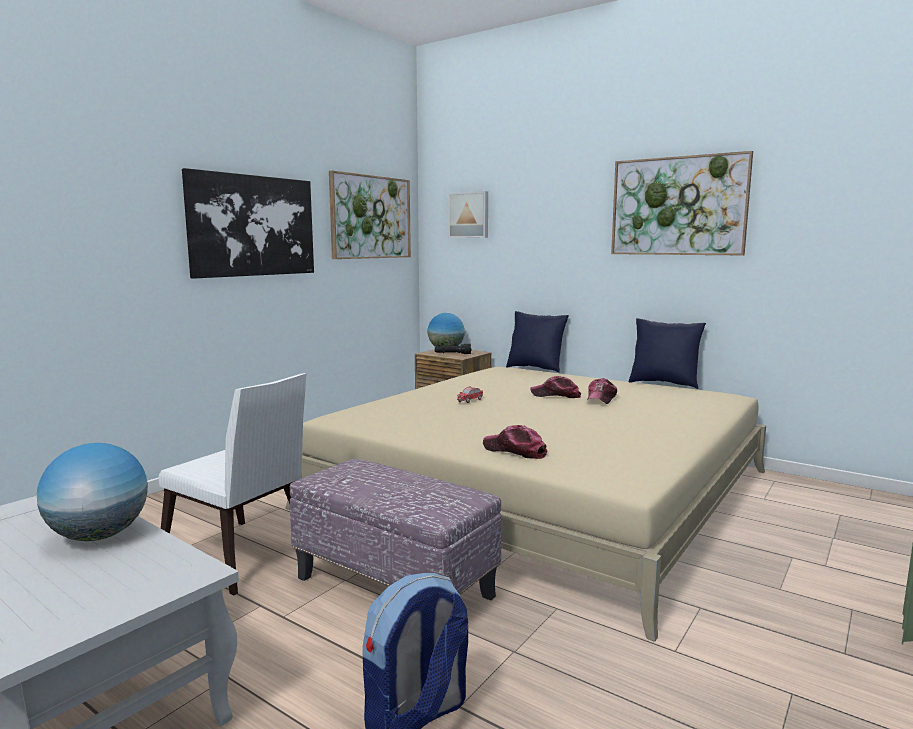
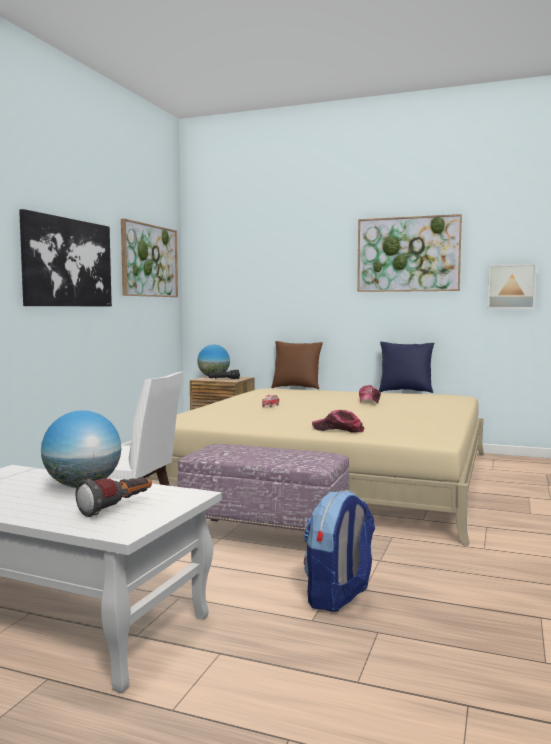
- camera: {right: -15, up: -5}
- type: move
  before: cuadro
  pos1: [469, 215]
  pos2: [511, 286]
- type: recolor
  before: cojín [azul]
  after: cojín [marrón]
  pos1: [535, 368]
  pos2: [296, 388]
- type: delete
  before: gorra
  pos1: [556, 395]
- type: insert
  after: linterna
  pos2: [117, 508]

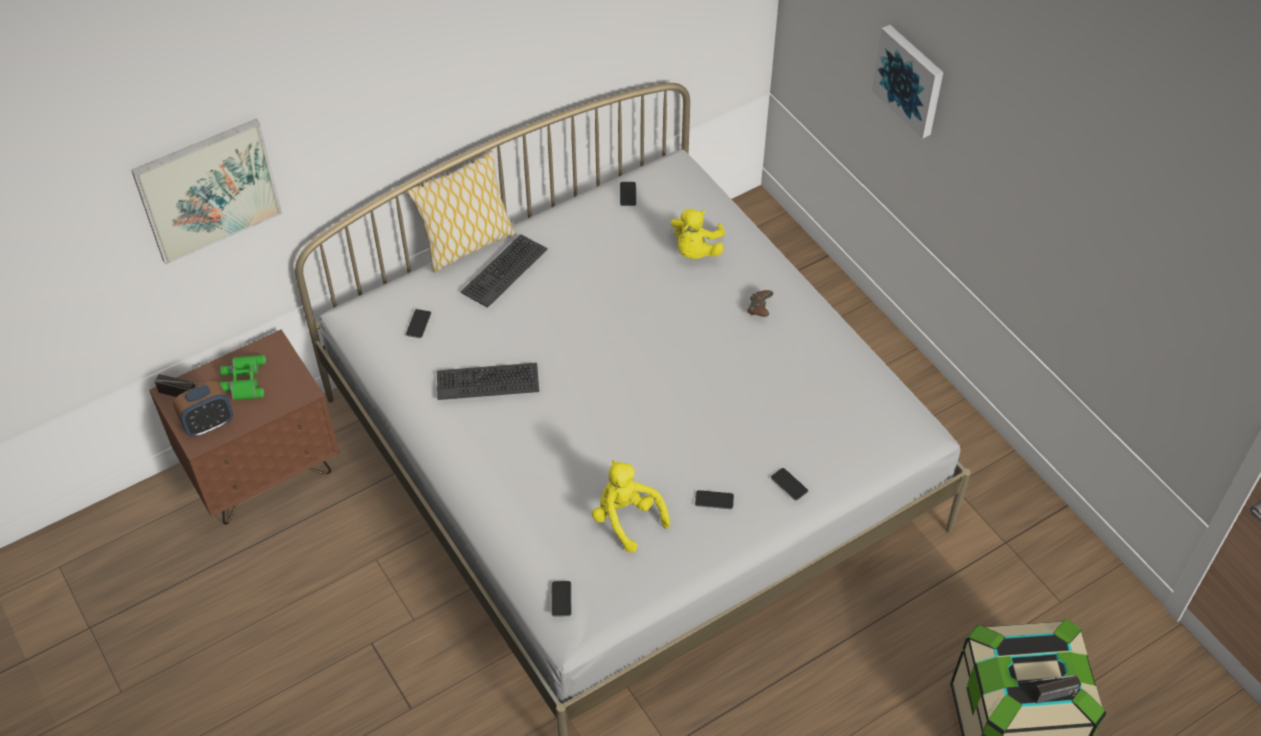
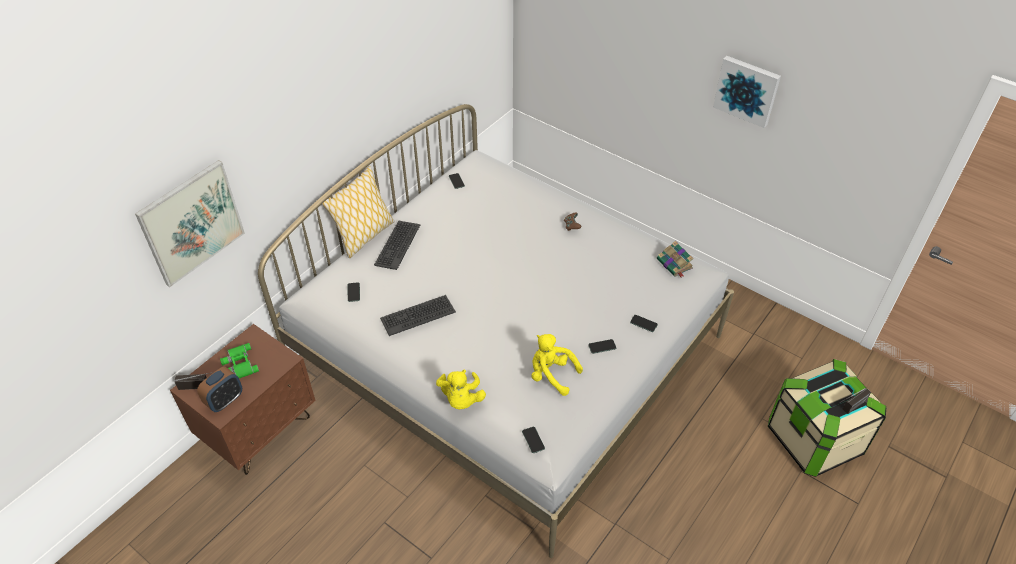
- camera: {right: -20, up: -5}
- type: move
  before: cuadro
  pos1: [910, 79]
  pos2: [747, 90]
- type: move
  before: peluche [amarillo]
  pos1: [695, 250]
  pos2: [461, 399]
- type: insert
  after: libro
  pos2: [675, 264]

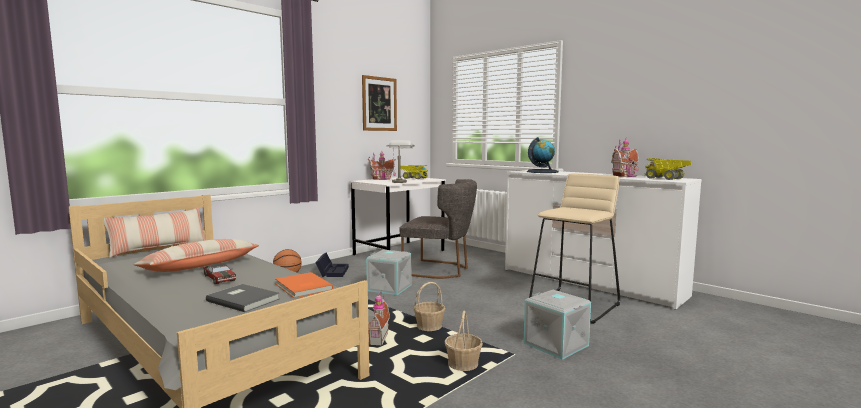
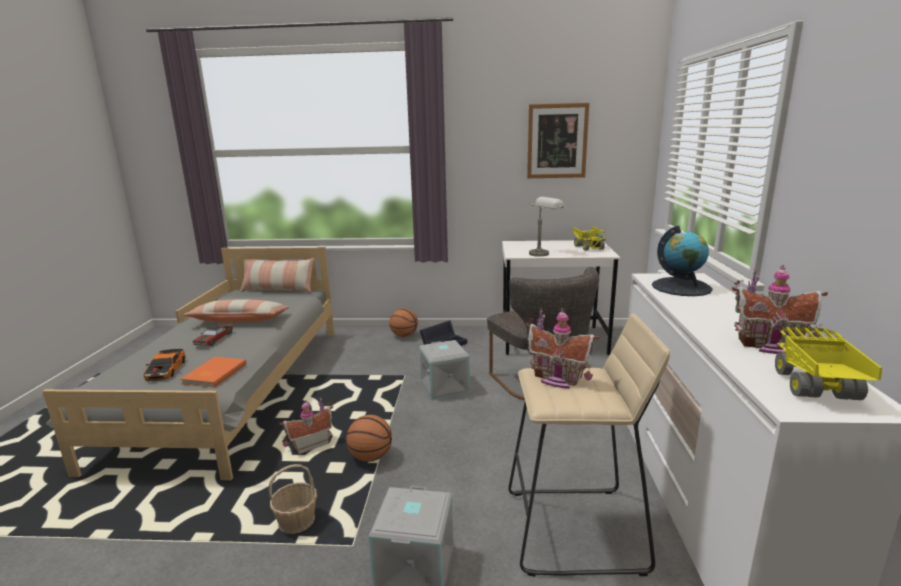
- camera: {right: 50, up: 10}
- type: move
  before: casita
  pos1: [382, 179]
  pos2: [557, 379]
- type: replace
  before: cesta
  after: balón de baloncesto
  pos1: [429, 327]
  pos2: [370, 457]
- type: replace
  before: libro [gris]
  after: coche de juguete
  pos1: [244, 299]
  pos2: [166, 370]

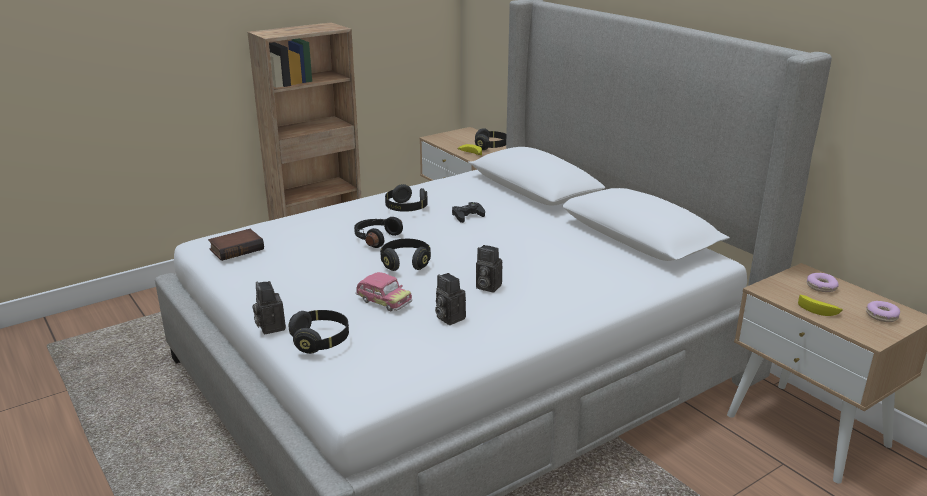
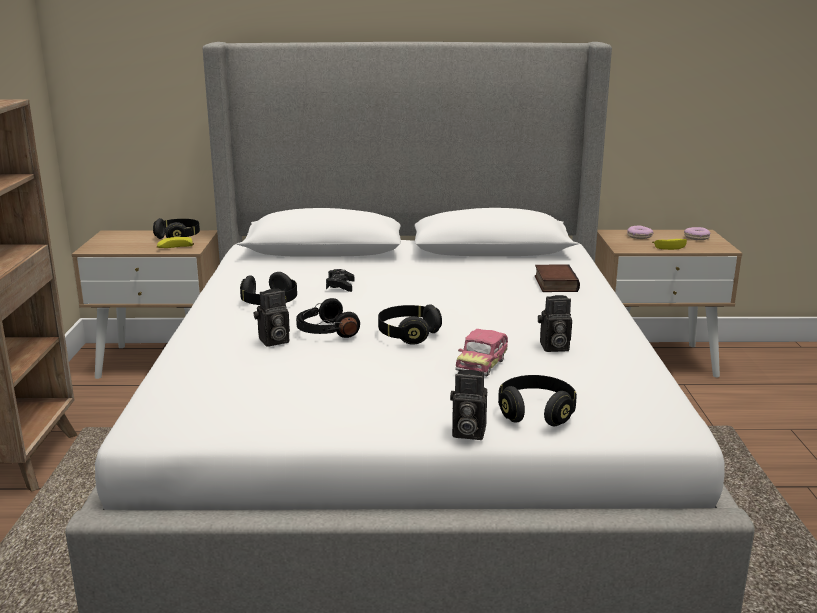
- camera: {right: -55, up: -5}
- type: move
  before: libro
  pos1: [237, 248]
  pos2: [554, 283]
- type: move
  before: cámara
  pos1: [486, 286]
  pos2: [273, 341]
- type: rotate
  before: coche de juguete
  pos1: [383, 302]
  pos2: [482, 365]
  turn: 135

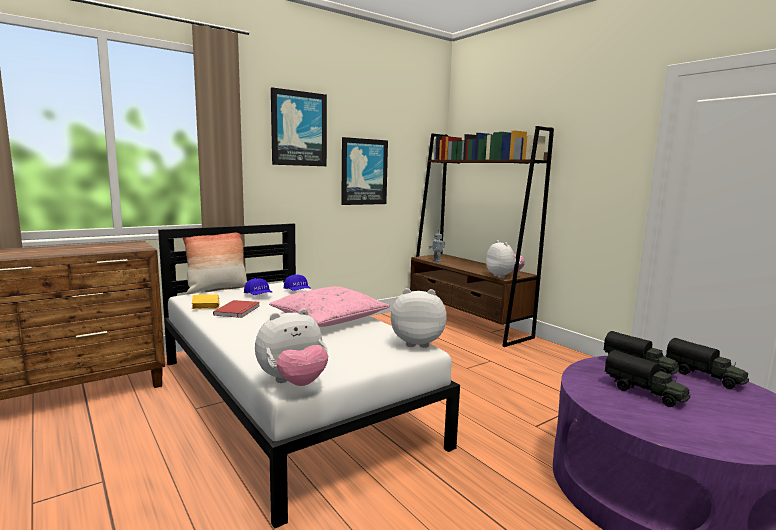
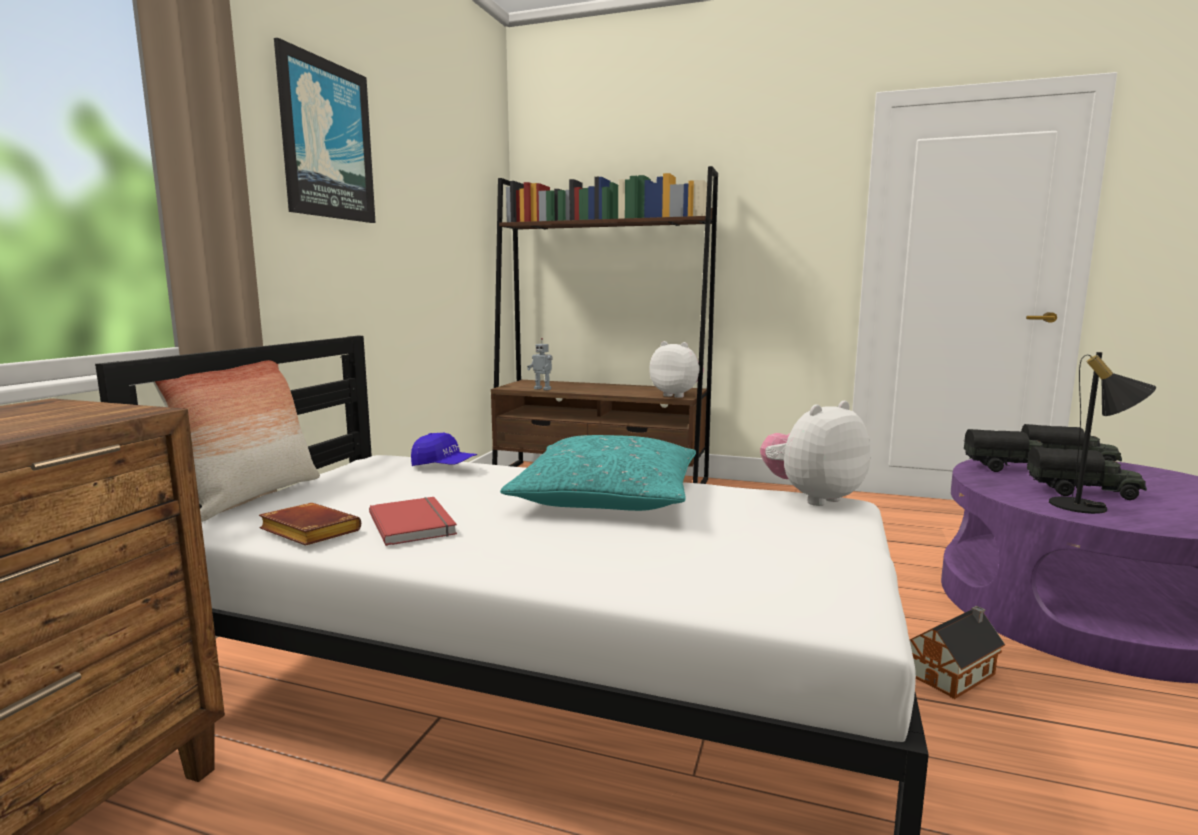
- camera: {right: -35, up: 0}
- type: delete
  before: cuadro
  pos1: [364, 172]
- type: delete
  before: gorra [azul]
  pos1: [258, 295]
- type: recolor
  before: cojín [rosa]
  after: cojín [turquesa]
  pos1: [329, 318]
  pos2: [607, 496]
- type: recolor
  before: libro [amarillo]
  after: libro [marrón]
  pos1: [204, 305]
  pos2: [306, 532]
- type: delete
  before: peluche
  pos1: [293, 383]
- type: insert
  after: lámpara de mesa [negro]
  pos2: [1089, 508]
- type: insert
  after: casita
  pos2: [953, 673]

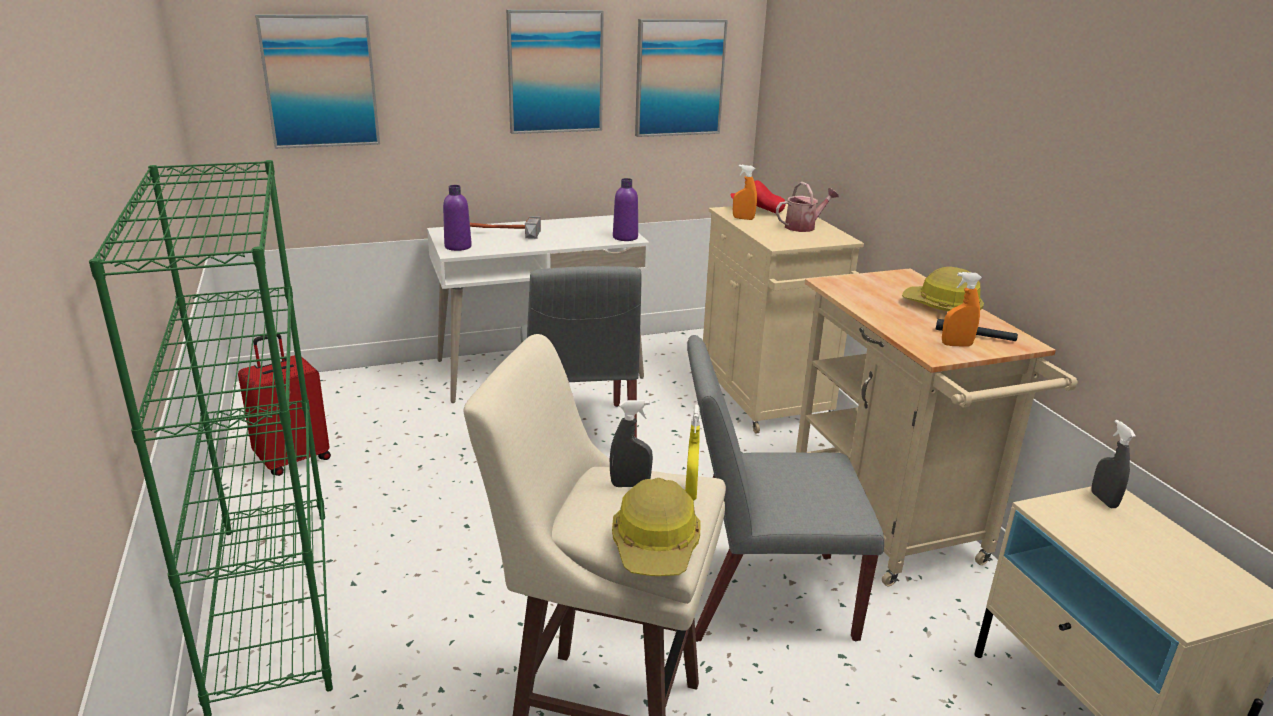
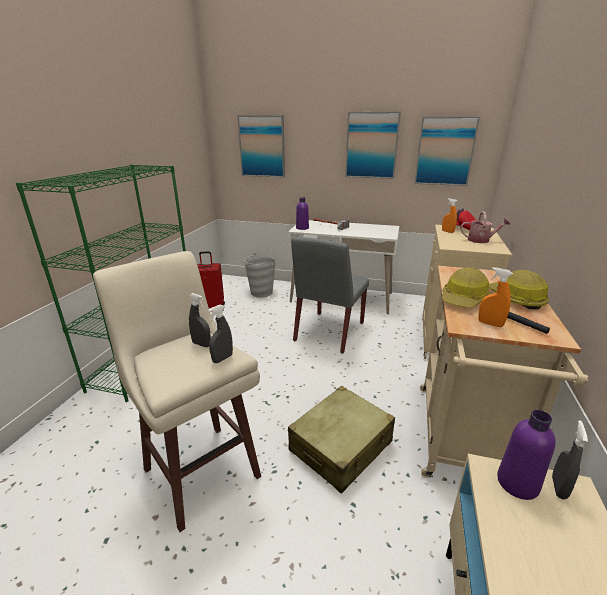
- camera: {right: 35, up: 0}
- type: move
  before: botella [morado]
  pos1: [625, 237]
  pos2: [517, 483]
- type: replace
  before: silla [gris]
  after: maleta [beis]
  pos1: [762, 596]
  pos2: [341, 446]
- type: recolor
  before: pulverizador [amarillo]
  after: pulverizador [gris]
  pos1: [690, 492]
  pos2: [222, 359]
- type: move
  before: casco
  pos1: [656, 546]
  pos2: [464, 299]
- type: insert
  after: cubo [gris]
  pos2: [261, 293]

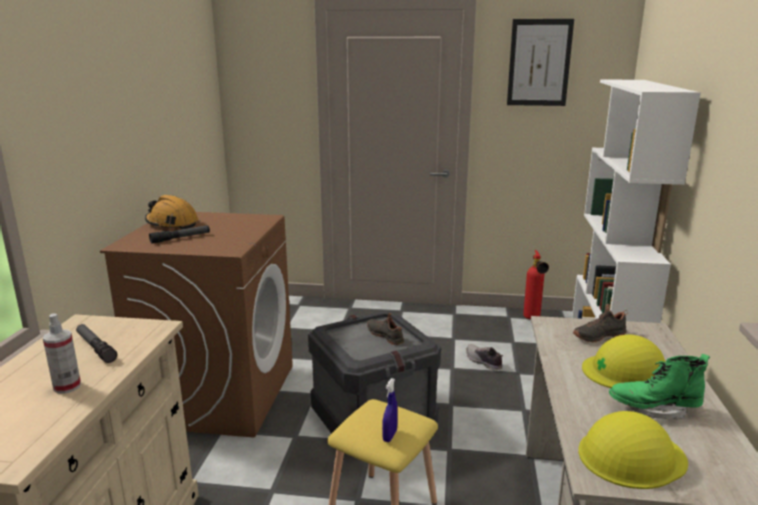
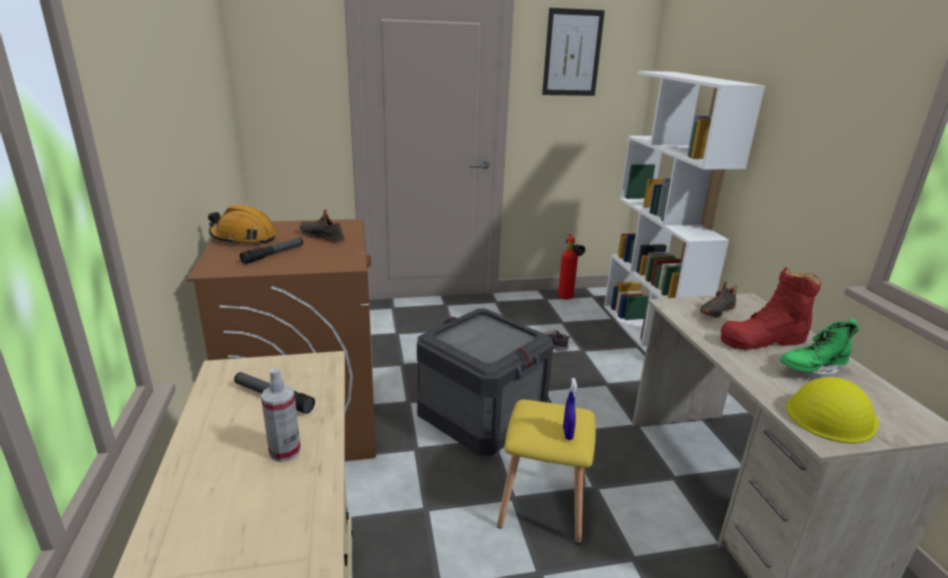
- camera: {right: -20, up: 5}
- type: move
  before: zapato [negro]
  pos1: [386, 335]
  pos2: [323, 236]
- type: replace
  before: casco [amarillo]
  after: bota [rojo]
  pos1: [625, 371]
  pos2: [763, 340]

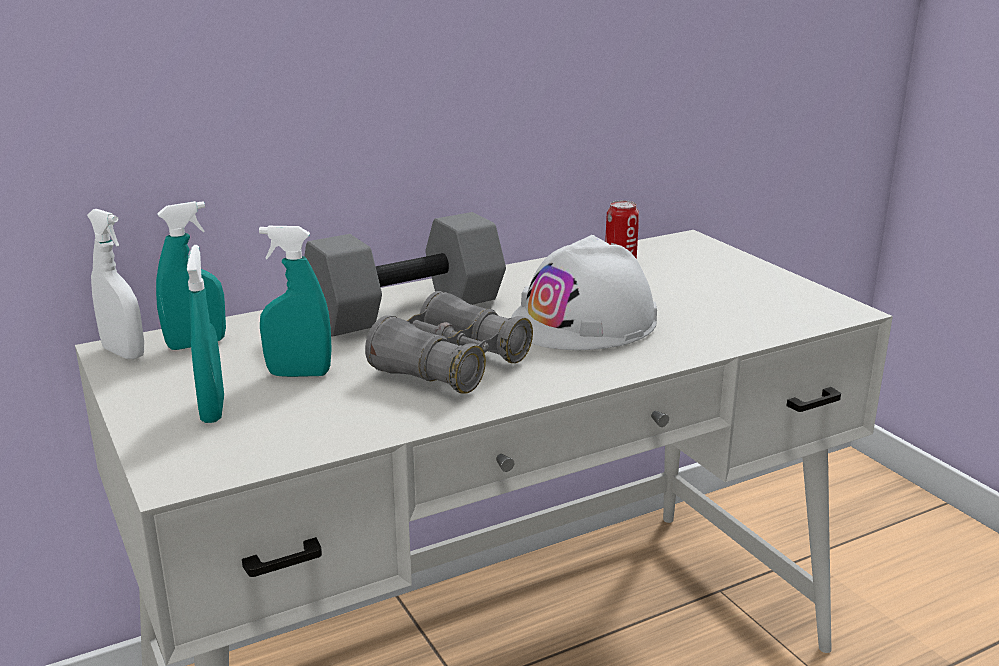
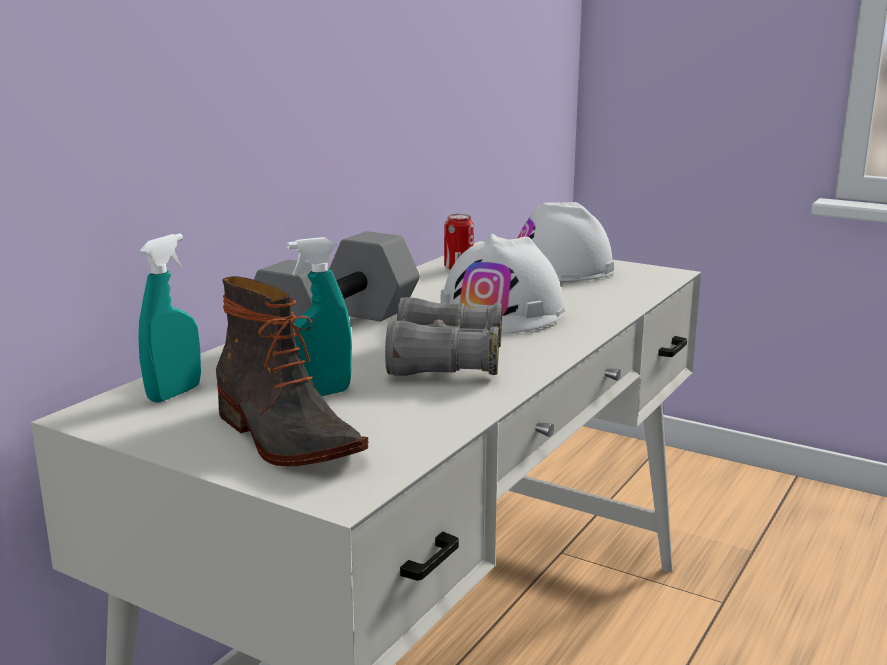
- camera: {right: -30, up: -5}
- type: delete
  before: pulverizador [blanco]
  pos1: [124, 353]
- type: replace
  before: pulverizador [turquesa]
  after: bota
  pos1: [212, 410]
  pos2: [283, 437]
- type: insert
  after: casco [blanco]
  pos2: [557, 268]

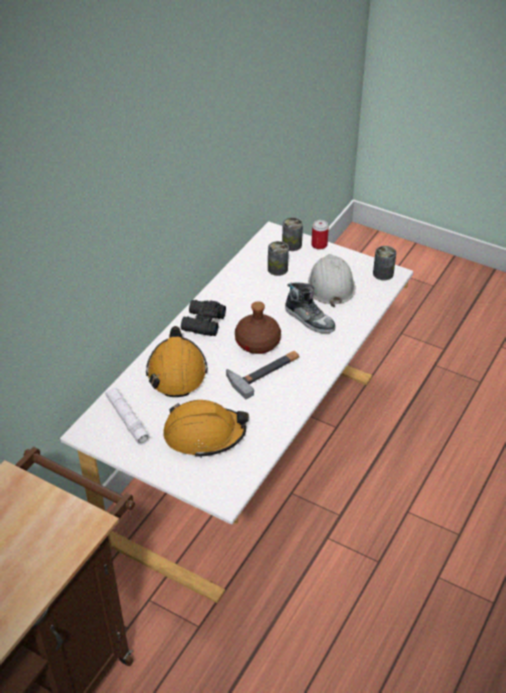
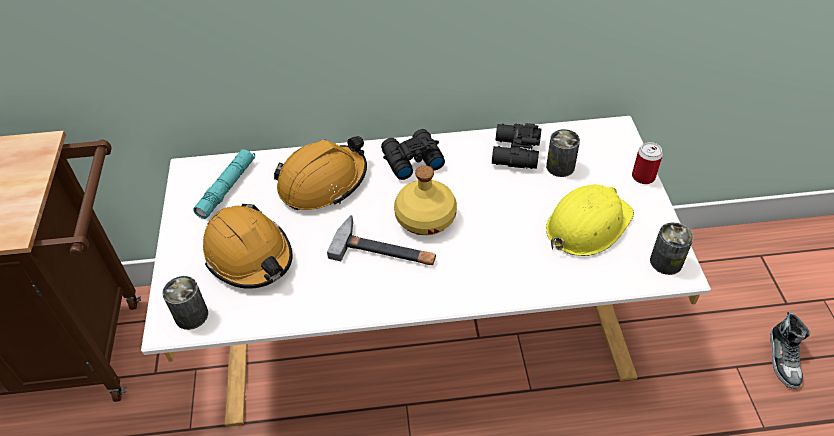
- camera: {right: 55, up: 5}
- type: move
  before: lata
  pos1: [291, 245]
  pos2: [191, 315]
- type: recolor
  before: casco [blanco]
  after: casco [amarillo]
  pos1: [330, 285]
  pos2: [587, 225]
- type: move
  before: zapato
  pos1: [309, 319]
  pos2: [784, 358]
- type: recolor
  before: botella [marrón]
  after: botella [amarillo]
  pos1: [258, 342]
  pos2: [426, 218]
- type: recolor
  before: linterna [blanco]
  after: linterna [turquesa]
  pos1: [127, 419]
  pos2: [227, 188]
- type: insert
  after: prismáticos [negro]
  pos2: [514, 153]

